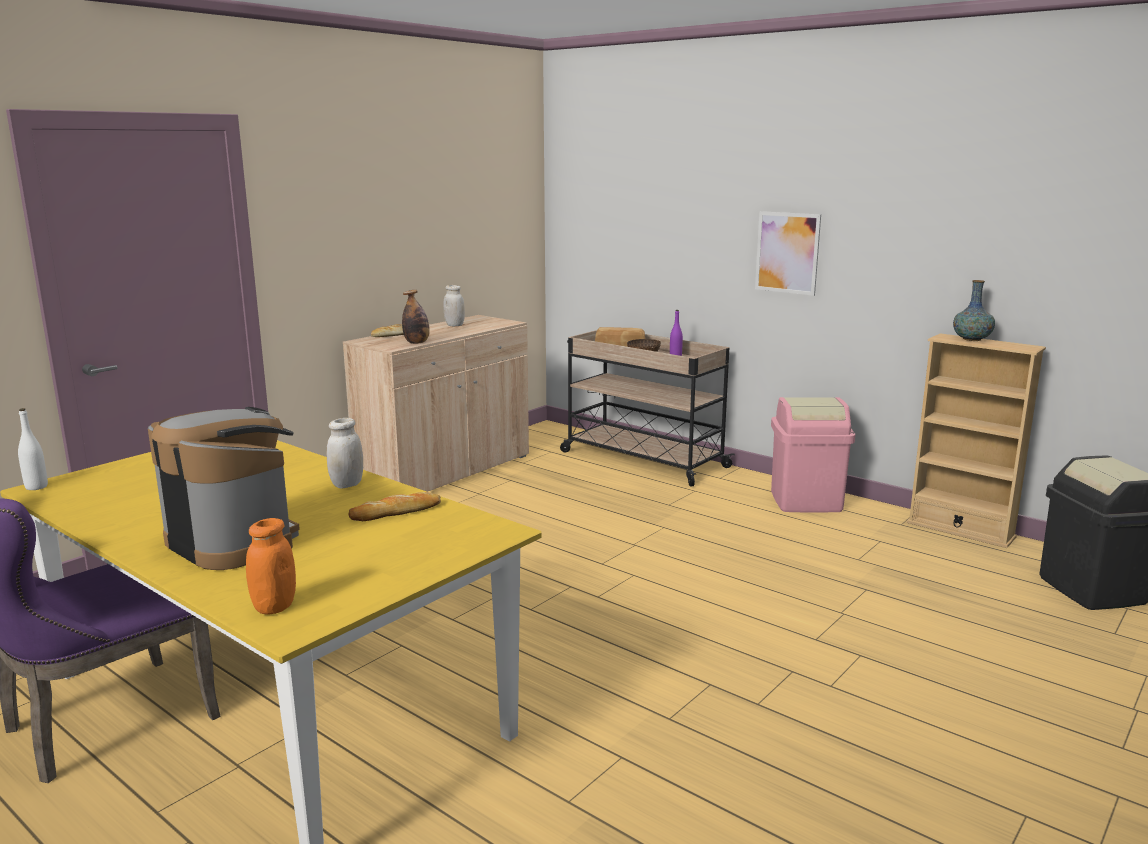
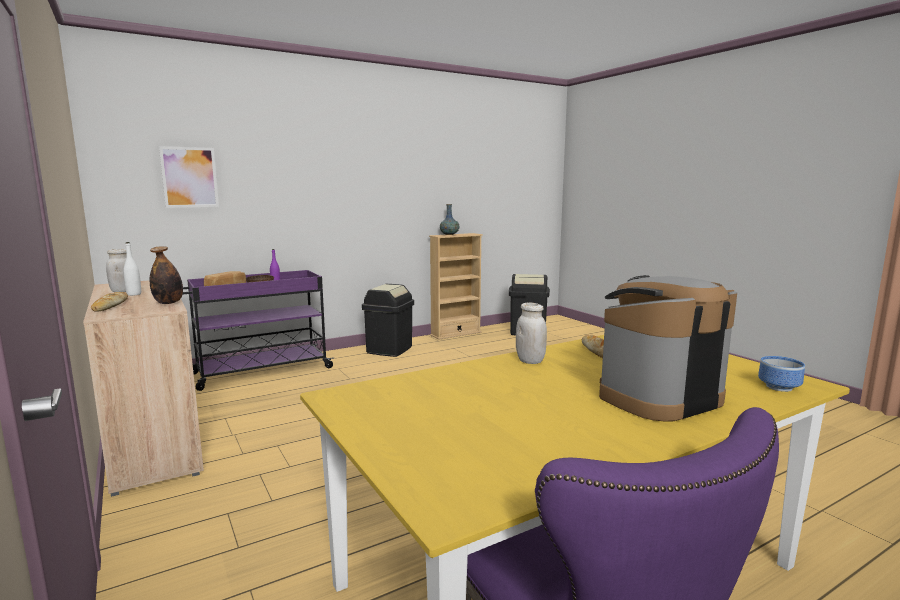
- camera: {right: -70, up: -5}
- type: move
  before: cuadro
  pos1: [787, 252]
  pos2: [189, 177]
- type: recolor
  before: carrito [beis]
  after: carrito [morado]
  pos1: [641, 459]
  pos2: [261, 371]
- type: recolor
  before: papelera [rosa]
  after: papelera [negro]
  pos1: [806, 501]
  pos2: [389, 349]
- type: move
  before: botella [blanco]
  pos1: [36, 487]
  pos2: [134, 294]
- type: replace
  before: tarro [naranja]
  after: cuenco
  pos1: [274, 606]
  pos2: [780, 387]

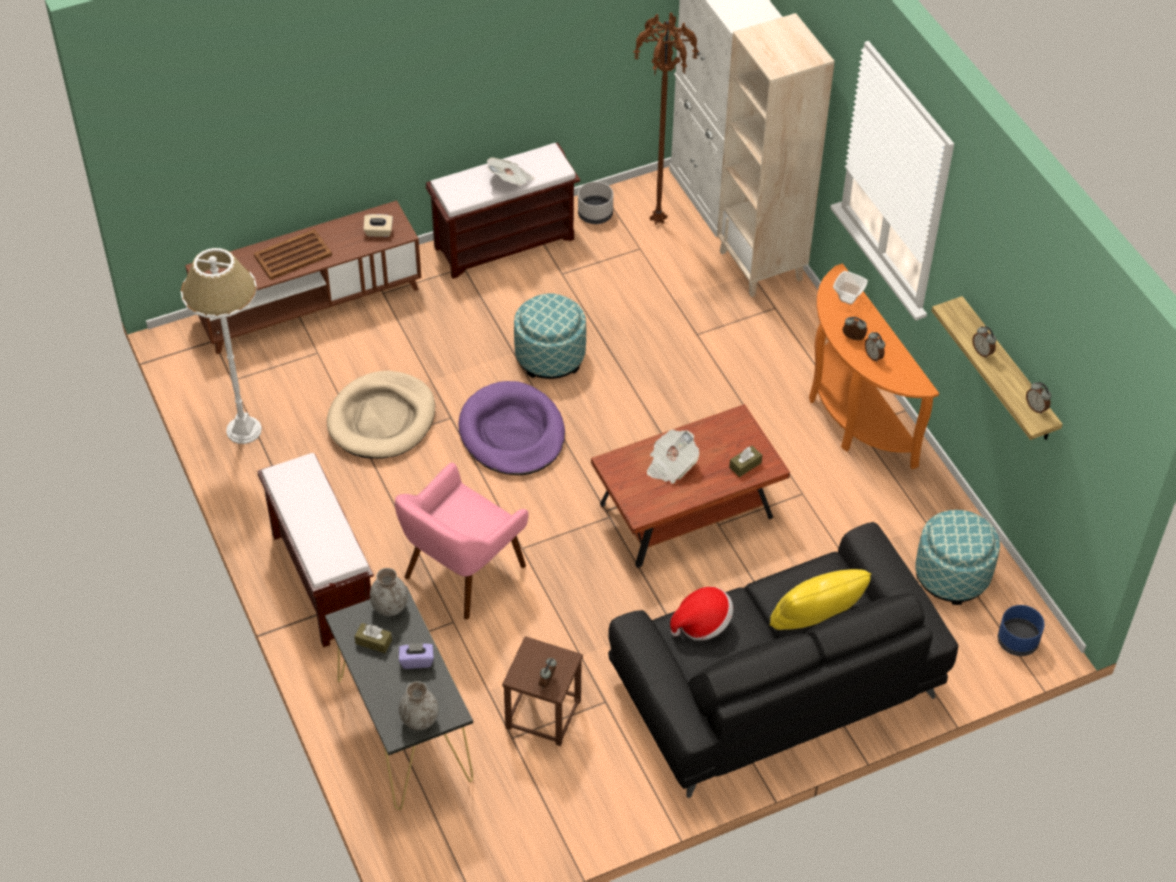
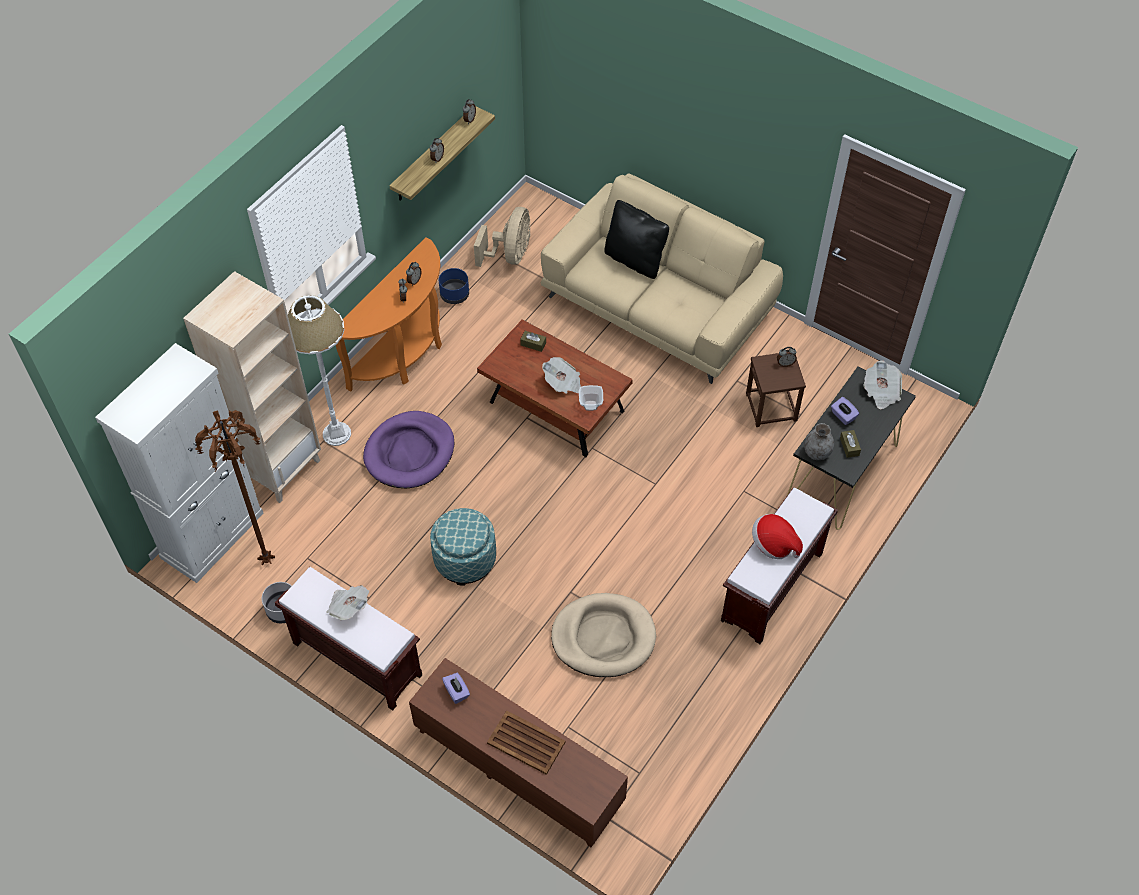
- camera: {right: -120, up: 5}
- type: recolor
  before: caja de pañuelos [beis]
  after: caja de pañuelos [morado]
  pos1: [378, 232]
  pos2: [456, 692]
- type: move
  before: lámpara de pie [blanco]
  pos1: [244, 430]
  pos2: [336, 434]
- type: move
  before: cuenco
  pos1: [848, 297]
  pos2: [590, 406]
- type: move
  before: cama para perro [morado]
  pos1: [512, 433]
  pos2: [410, 452]
- type: delete
  before: sillón [rosa]
  pos1: [462, 572]
- type: replace
  before: puf
  after: ventilador [beis]
  pos1: [952, 575]
  pos2: [510, 255]
- type: recolor
  before: sofá [negro]
  after: sofá [beis]
  pos1: [775, 685]
  pos2: [658, 305]
- type: recolor
  before: cojín [amarillo]
  after: cojín [negro]
  pos1: [815, 624]
  pos2: [634, 260]
- type: move
  before: sombrero
  pos1: [702, 623]
  pos2: [774, 544]
- type: move
  before: maceta [azul]
  pos1: [1017, 640]
  pos2: [454, 295]
- type: replace
  before: florero [gris]
  after: periódico
  pos1: [419, 720]
  pos2: [881, 392]

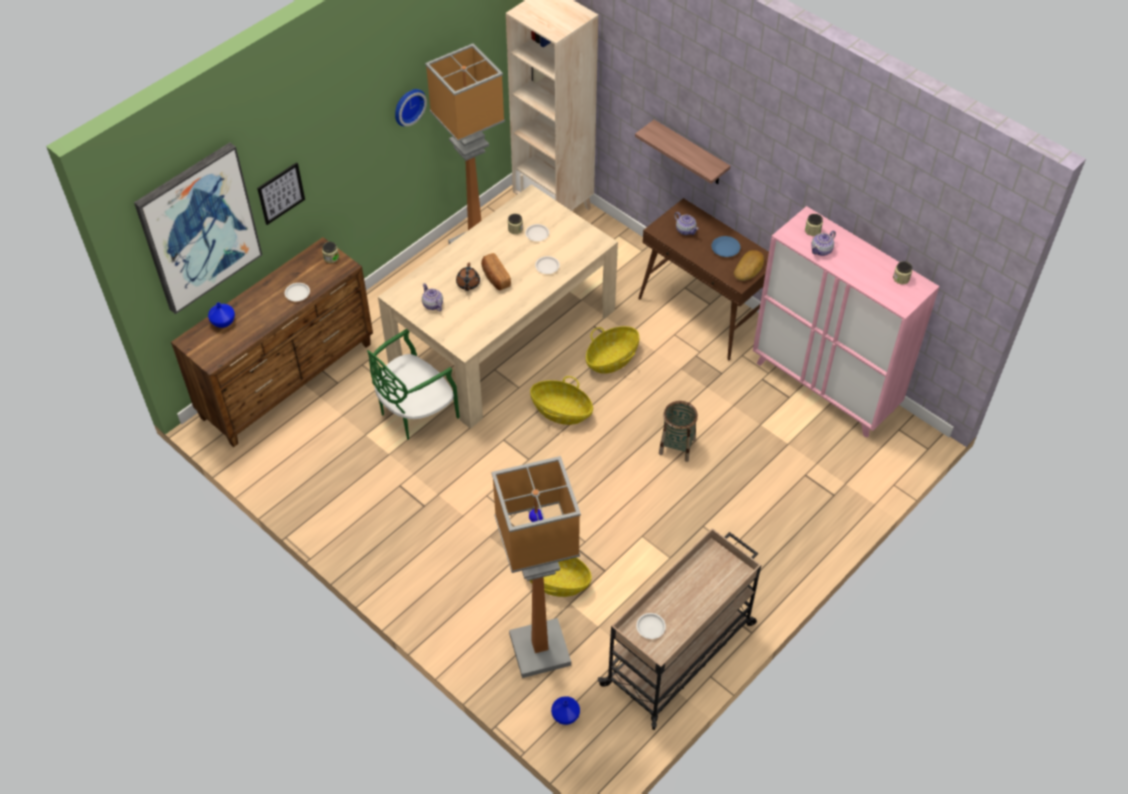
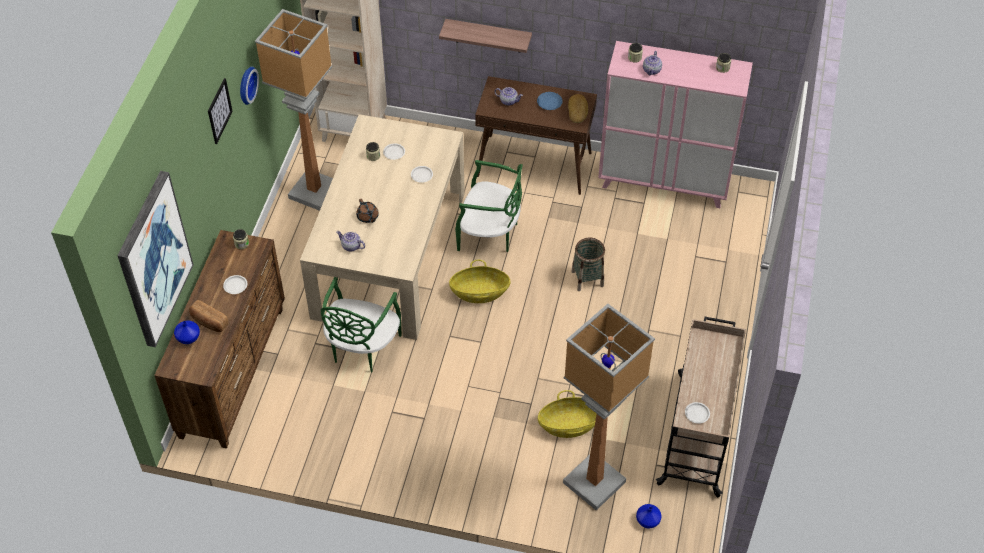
- camera: {right: -30, up: 0}
- type: move
  before: cuadro
  pos1: [281, 193]
  pos2: [219, 111]
- type: move
  before: pan
  pos1: [495, 277]
  pos2: [209, 322]
- type: replace
  before: cesta
  after: silla [verde]
  pos1: [612, 359]
  pos2: [489, 233]

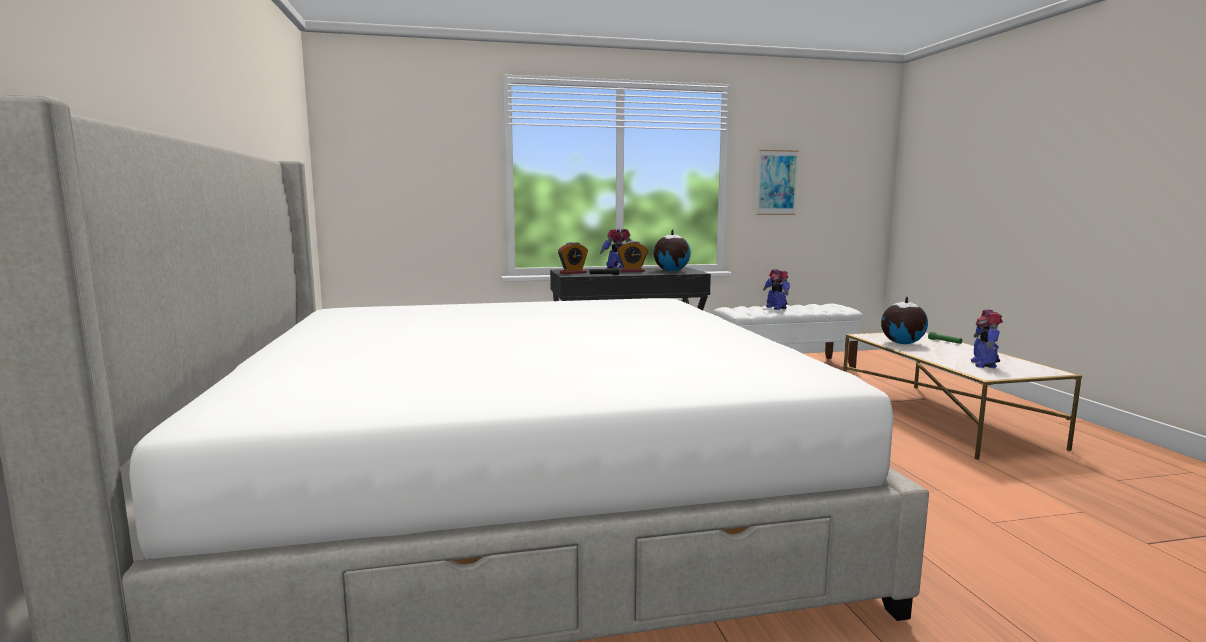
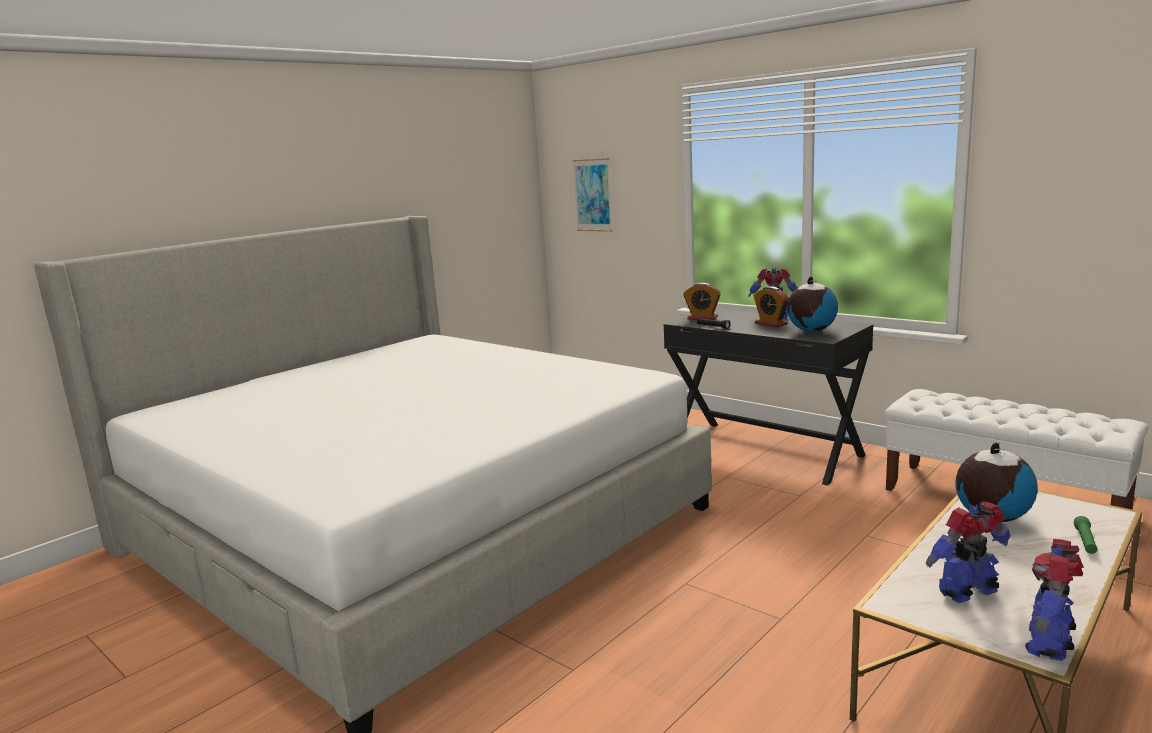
- camera: {right: 55, up: 5}
- type: move
  before: cuadro
  pos1: [777, 182]
  pos2: [593, 195]
- type: move
  before: robot de juguete
  pos1: [776, 308]
  pos2: [1049, 643]

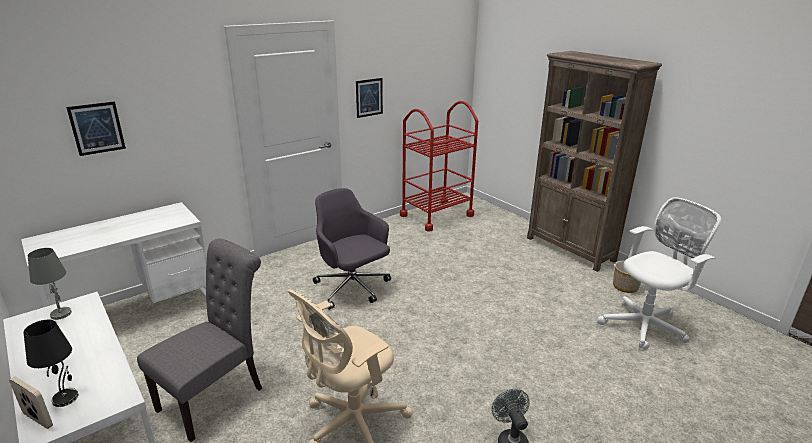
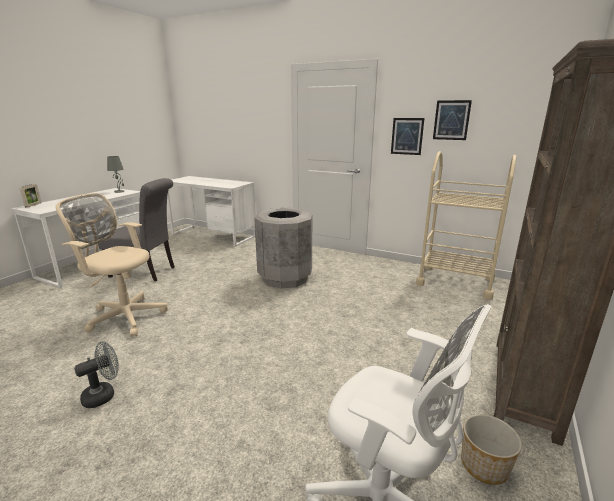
- camera: {right: 65, up: -5}
- type: move
  before: cuadro
  pos1: [97, 128]
  pos2: [451, 120]
- type: recolor
  before: carrito [rojo]
  after: carrito [beis]
  pos1: [436, 215]
  pos2: [455, 281]
- type: replace
  before: silla de oficina [gris]
  after: papelera [gris]
  pos1: [352, 288]
  pos2: [285, 278]
- type: delete
  before: lámpara de mesa [negro]
  pos1: [65, 398]

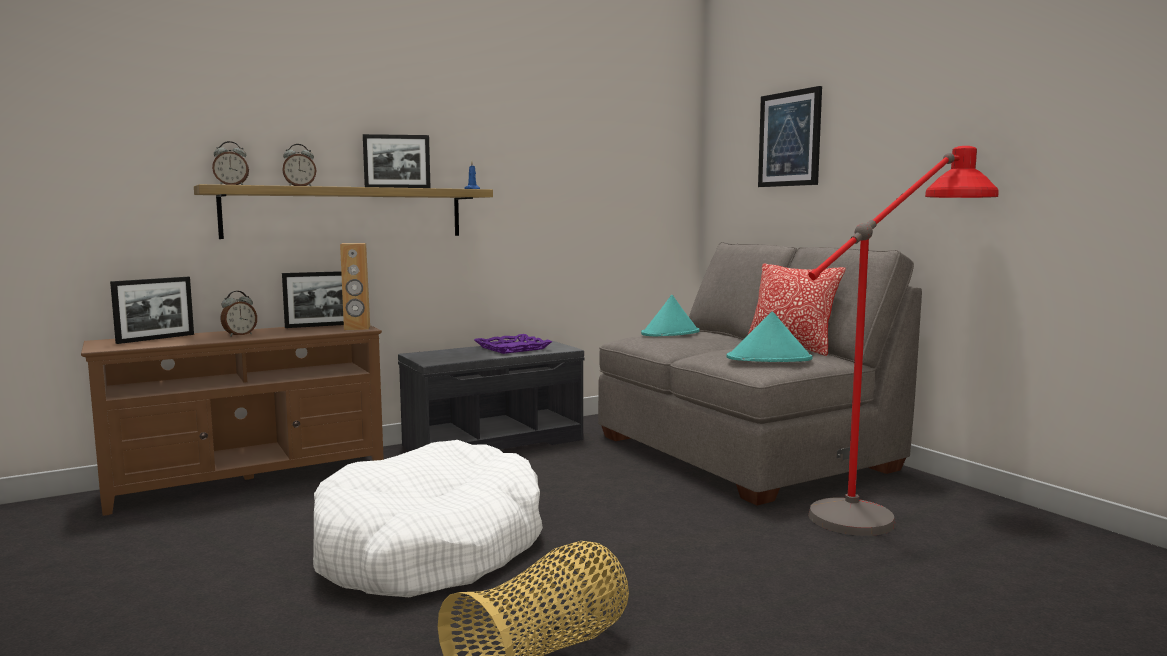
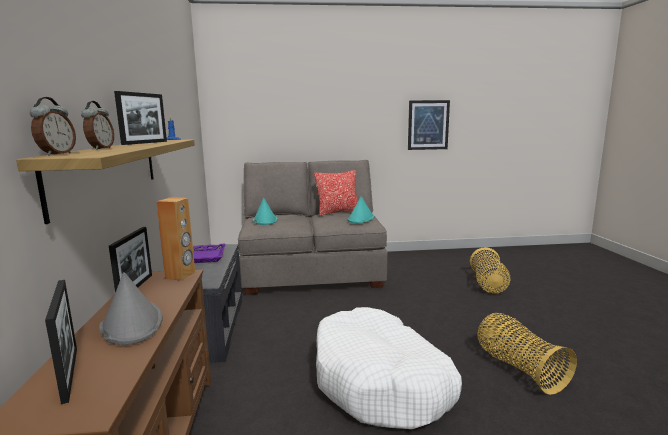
- camera: {right: -65, up: 5}
- type: move
  before: cuadro
  pos1: [790, 139]
  pos2: [428, 125]
- type: delete
  before: lámpara de pie [rojo]
  pos1: [889, 507]
- type: replace
  before: despertador
  after: sombrero [gris]
  pos1: [239, 335]
  pos2: [131, 323]
- type: insert
  after: cesta
  pos2: [488, 285]

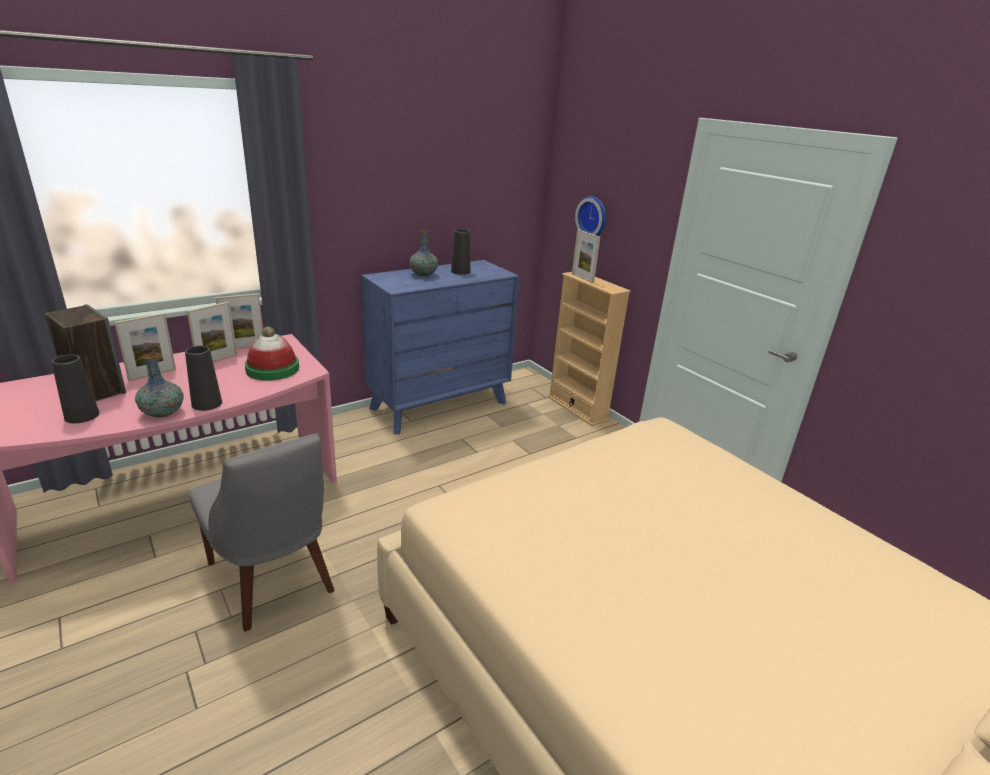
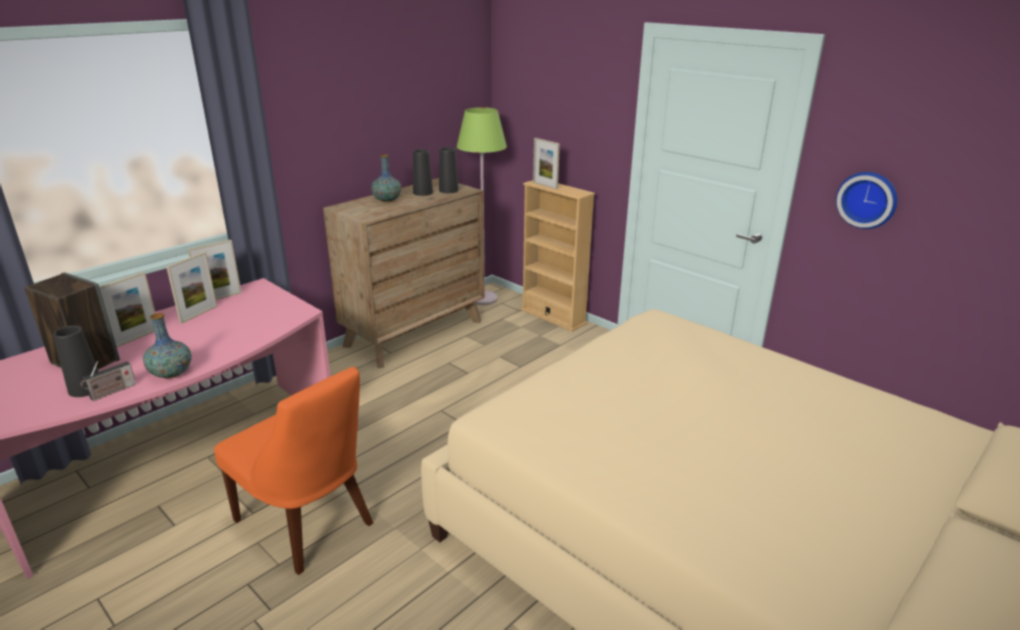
- camera: {right: -10, up: 0}
- type: move
  before: reloj de pared
  pos1: [593, 217]
  pos2: [867, 199]
- type: recolor
  before: cómoda [azul]
  after: cómoda [marrón]
  pos1: [439, 405]
  pos2: [414, 333]
- type: delete
  before: sombrero
  pos1: [272, 369]
- type: move
  before: florero [negro]
  pos1: [207, 404]
  pos2: [448, 190]
- type: recolor
  before: silla [gris]
  after: silla [naranja]
  pos1: [273, 580]
  pos2: [308, 525]
- type: insert
  after: lámpara de pie [verde]
  pos2: [483, 298]
- type: insert
  after: radio
  pos2: [111, 392]

